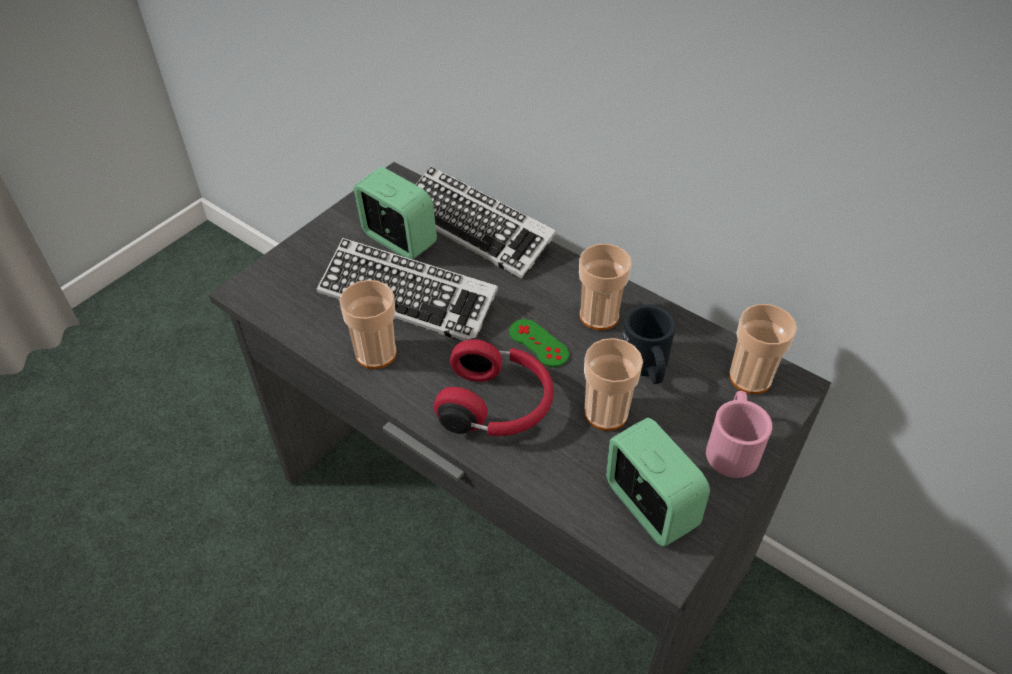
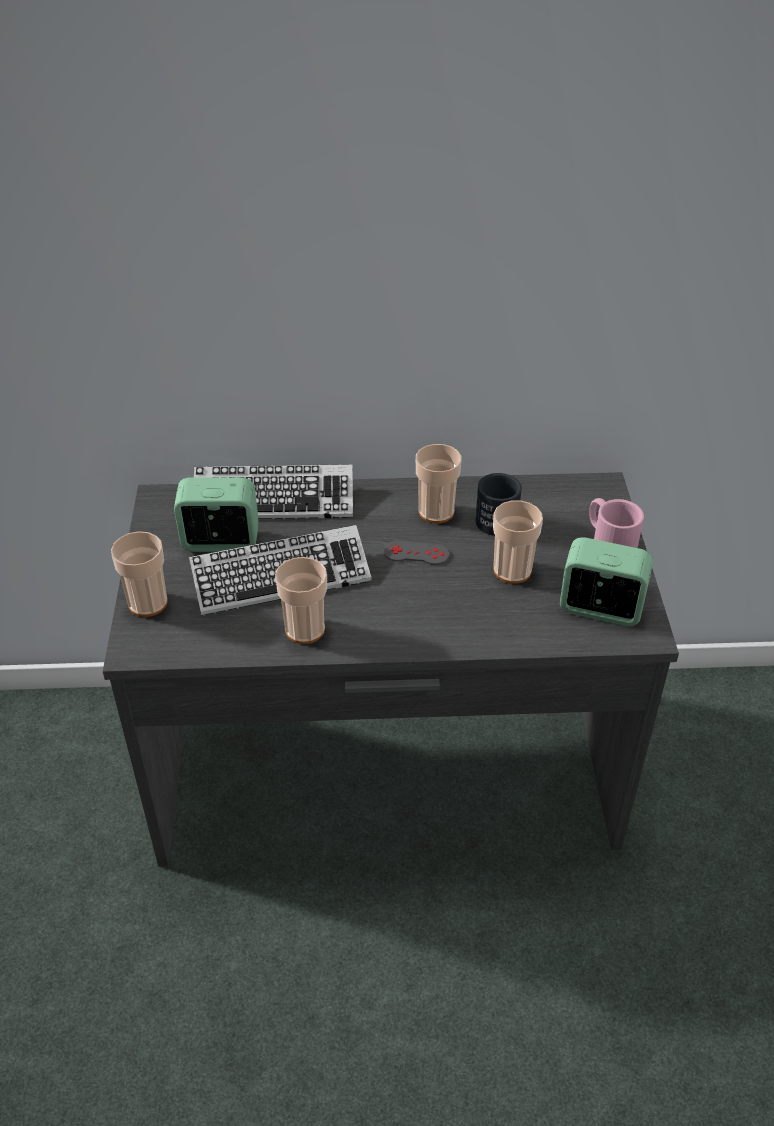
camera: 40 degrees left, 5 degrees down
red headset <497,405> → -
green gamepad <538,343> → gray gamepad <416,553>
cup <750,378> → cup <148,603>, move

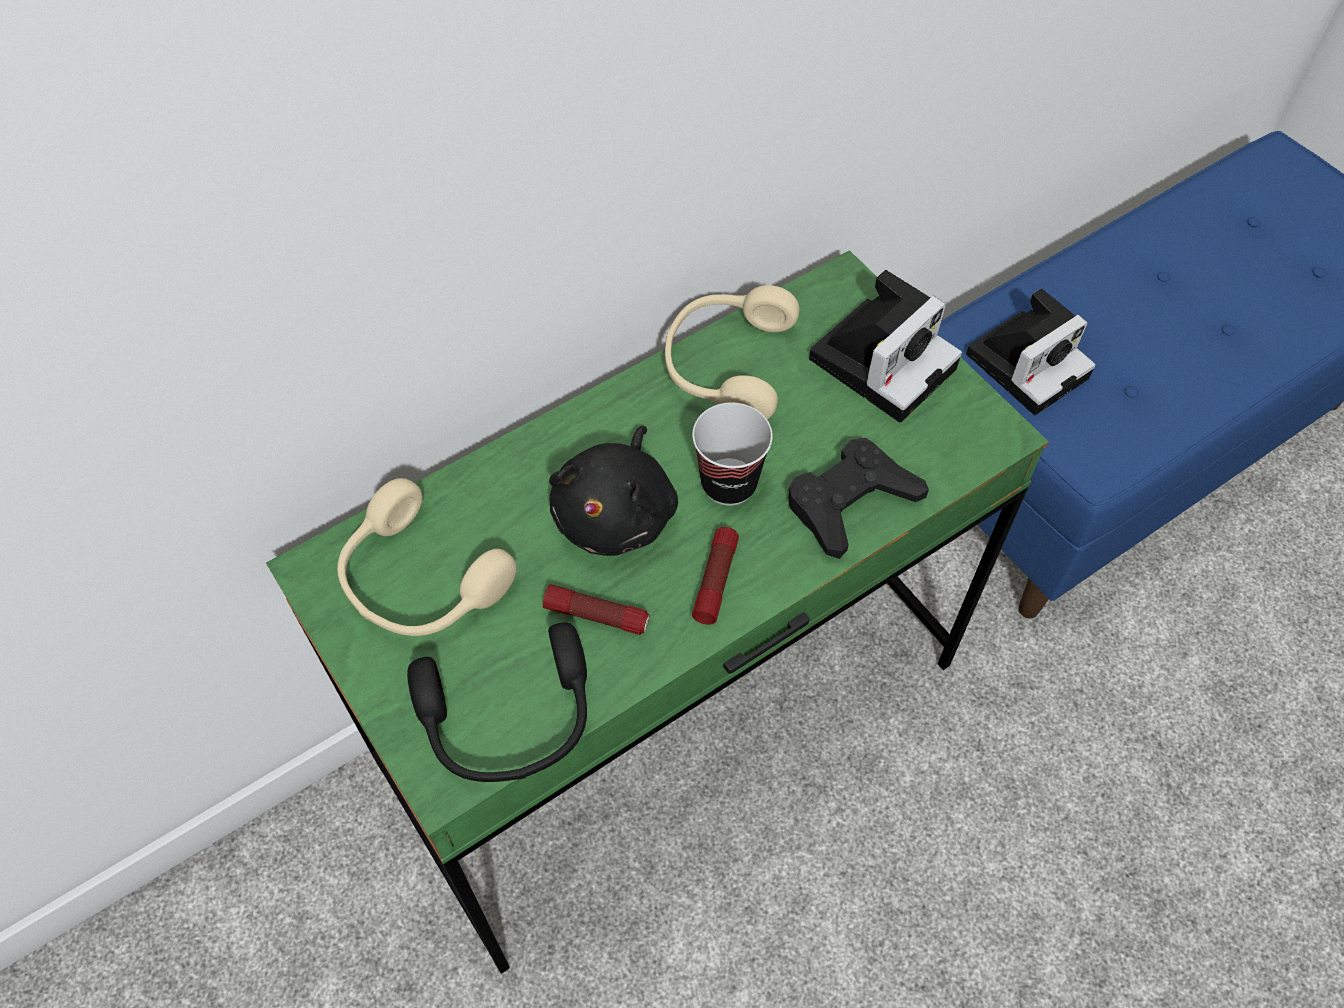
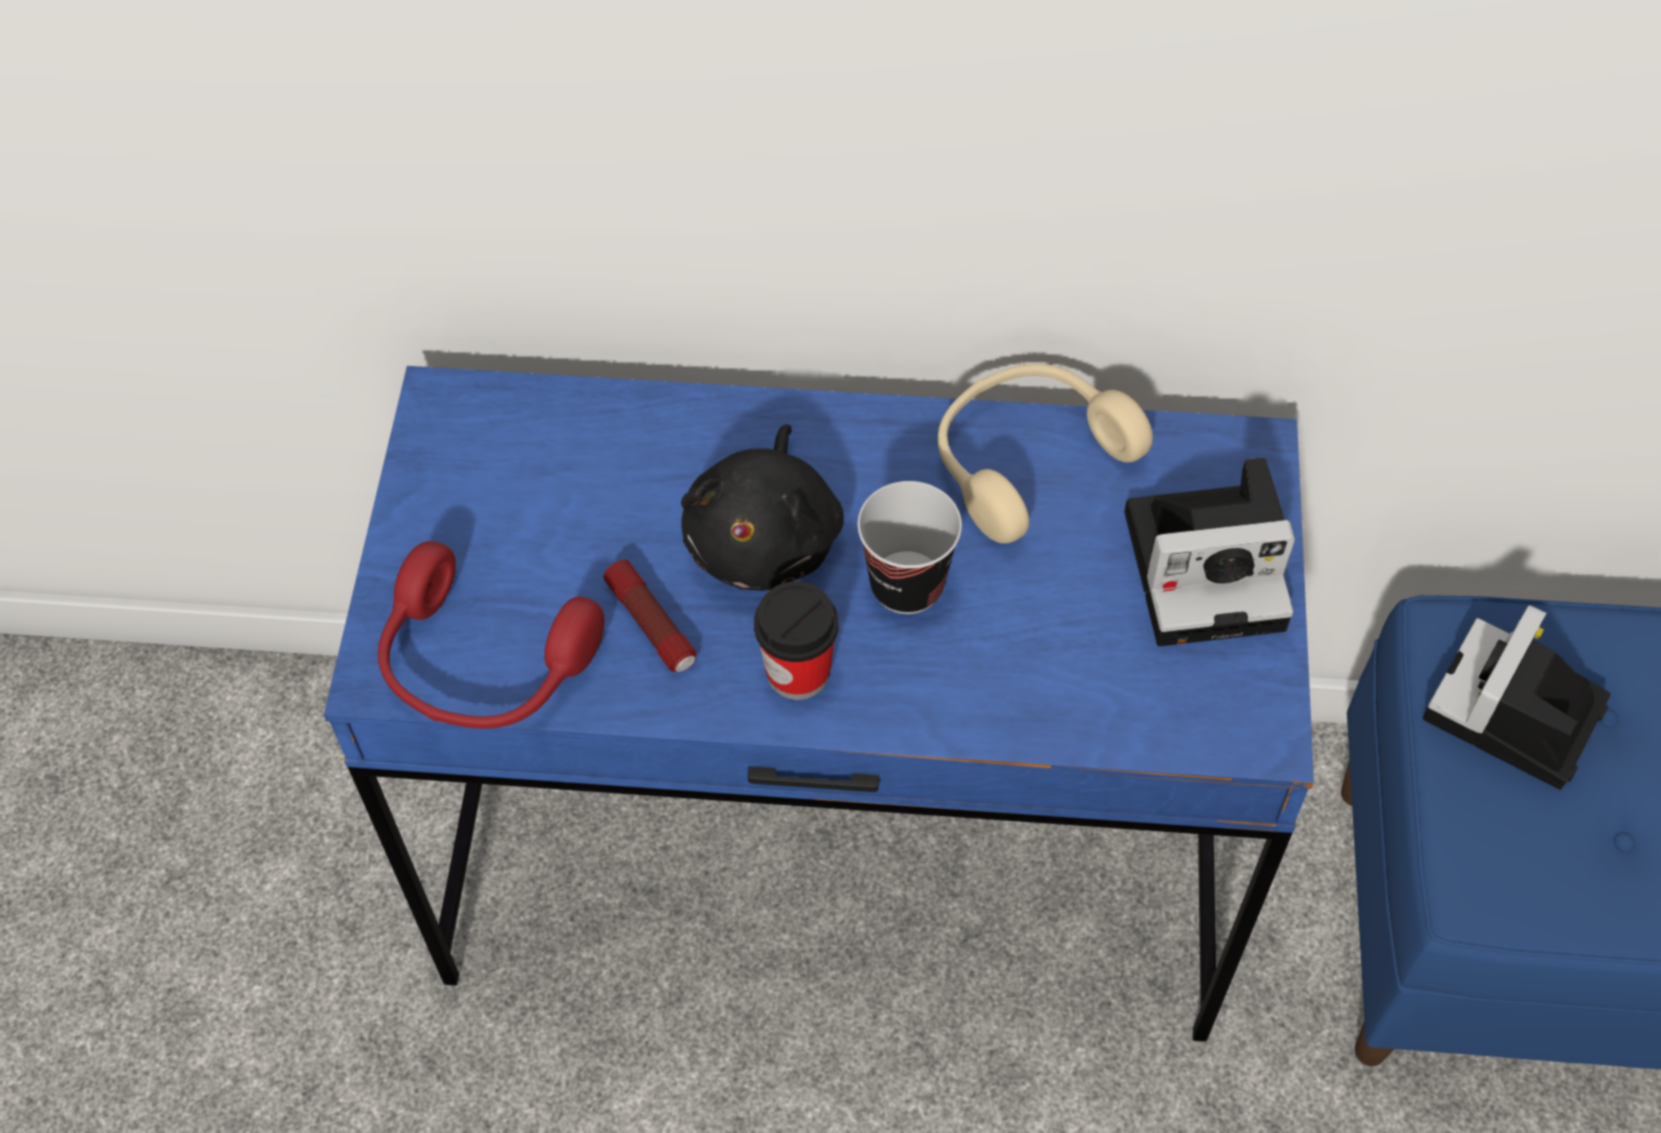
camera: 40 degrees right, 0 degrees up
green desk <671,714> → blue-coloured desk <836,857>
beige-coloured headset <419,582> → -
blackish headset <509,721> → red headset <482,665>
blackish soft toy <617,513> → blackish soft toy <765,538>, 45 degrees counterclockwise
flashlight <715,580> → cup <798,672>
blackish gamepad <850,502> → -
photo camera <1029,362> → photo camera <1513,717>, 120 degrees clockwise

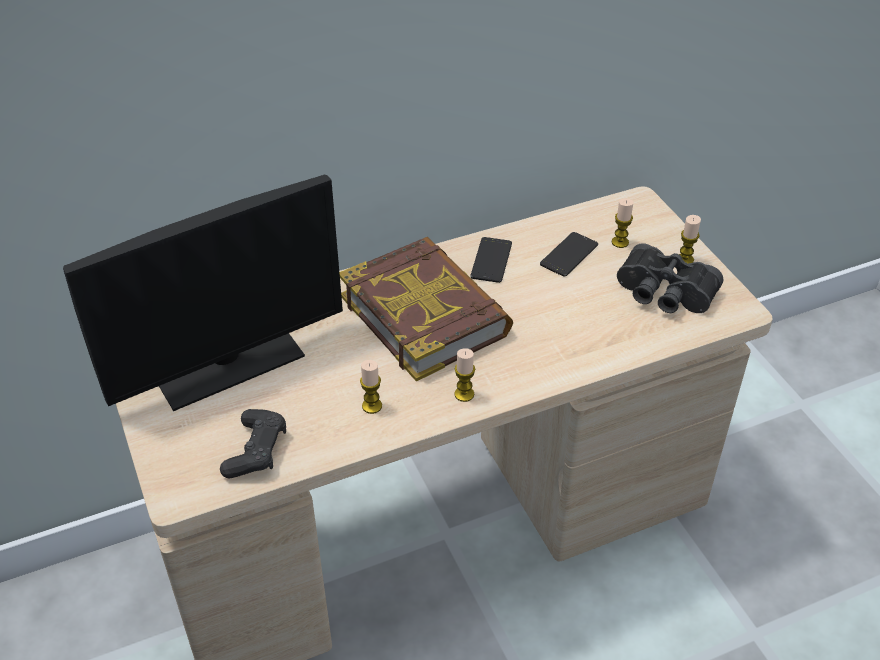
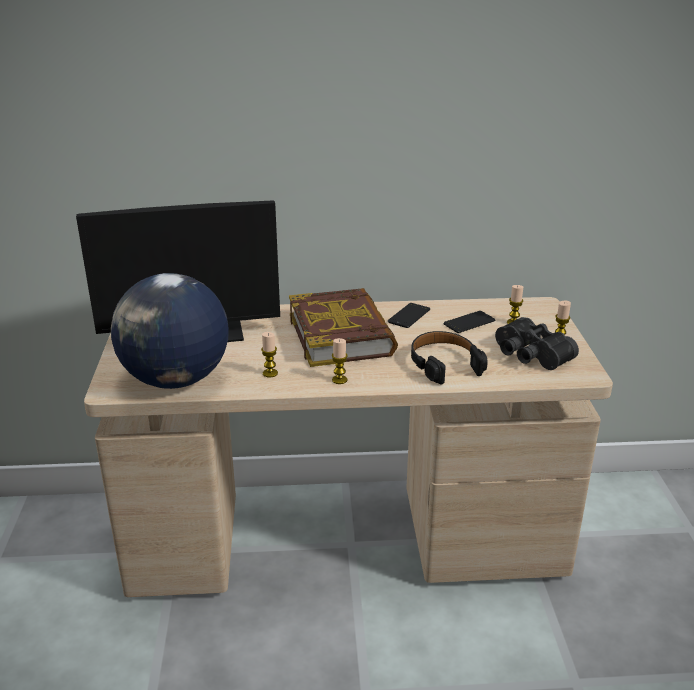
camera: 20 degrees right, 15 degrees down
blackish gamepad <256,451> → globe <176,380>
- → blackish headset <444,364>

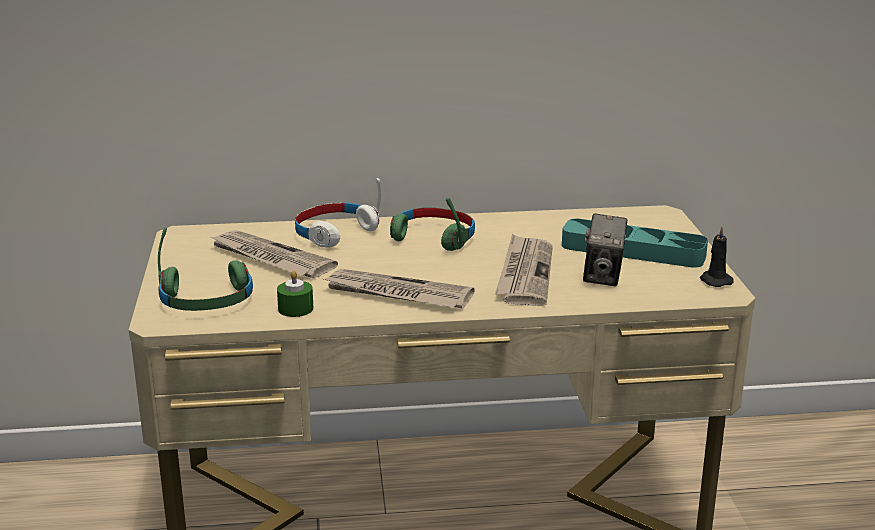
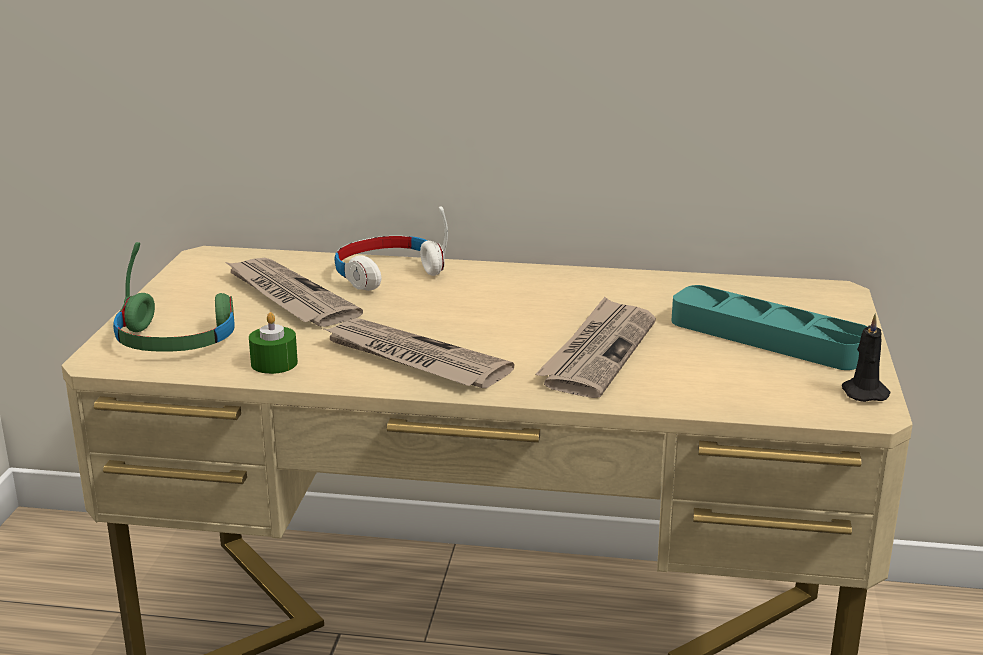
camera: 15 degrees right, 0 degrees up
green headset <434,238> → -
photo camera <603,276> → -

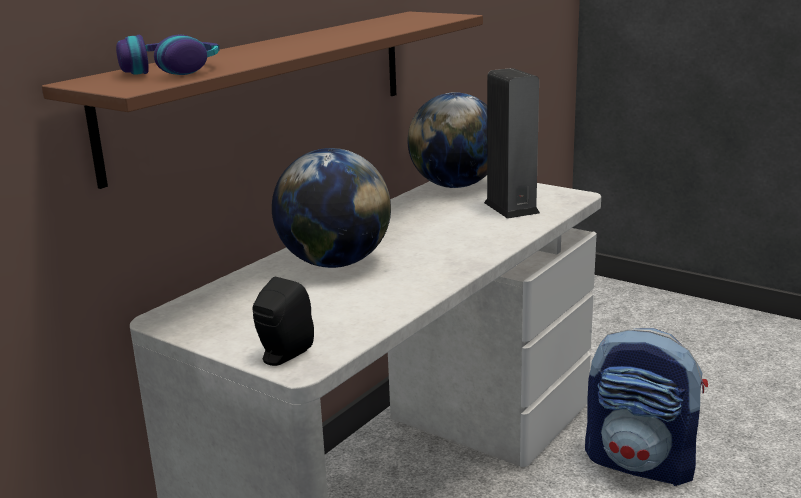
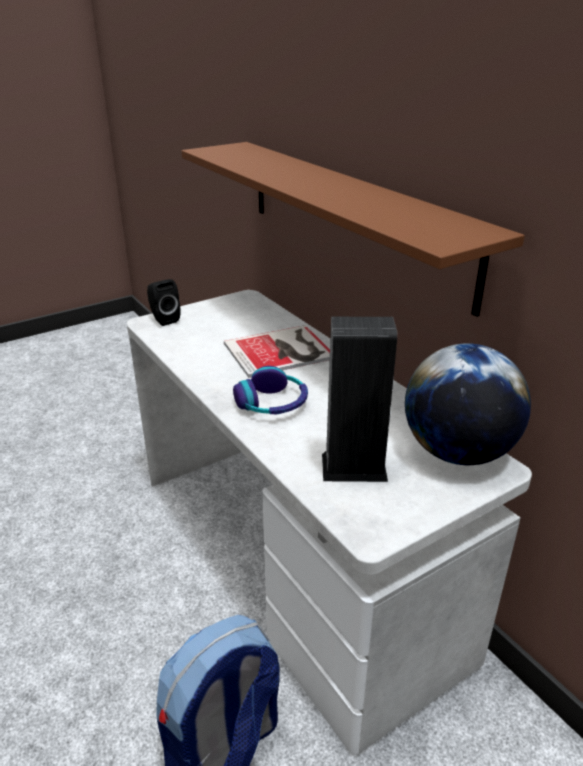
camera: 110 degrees right, 10 degrees up
headset <172,70> → headset <272,403>, move
globe <335,263> → bound book <282,351>

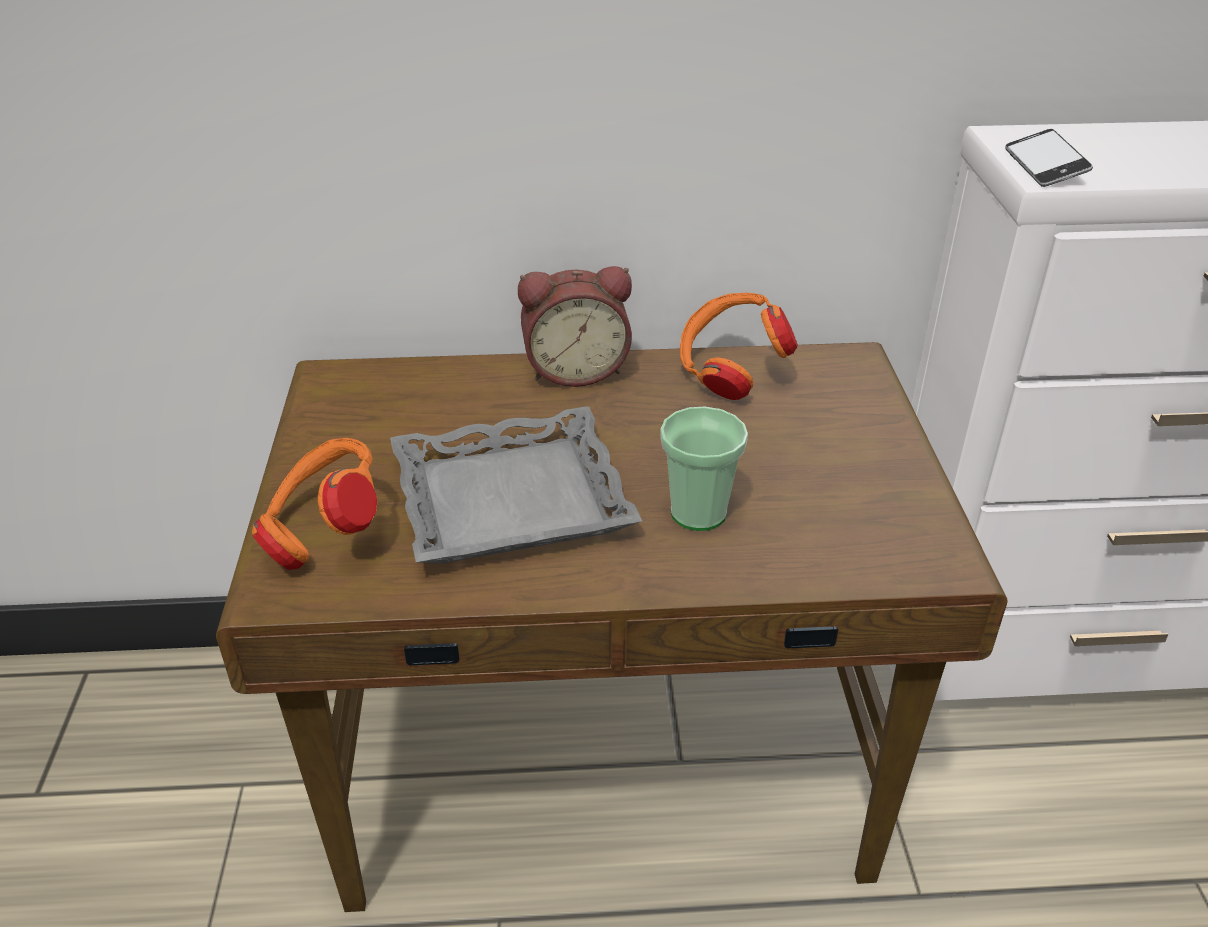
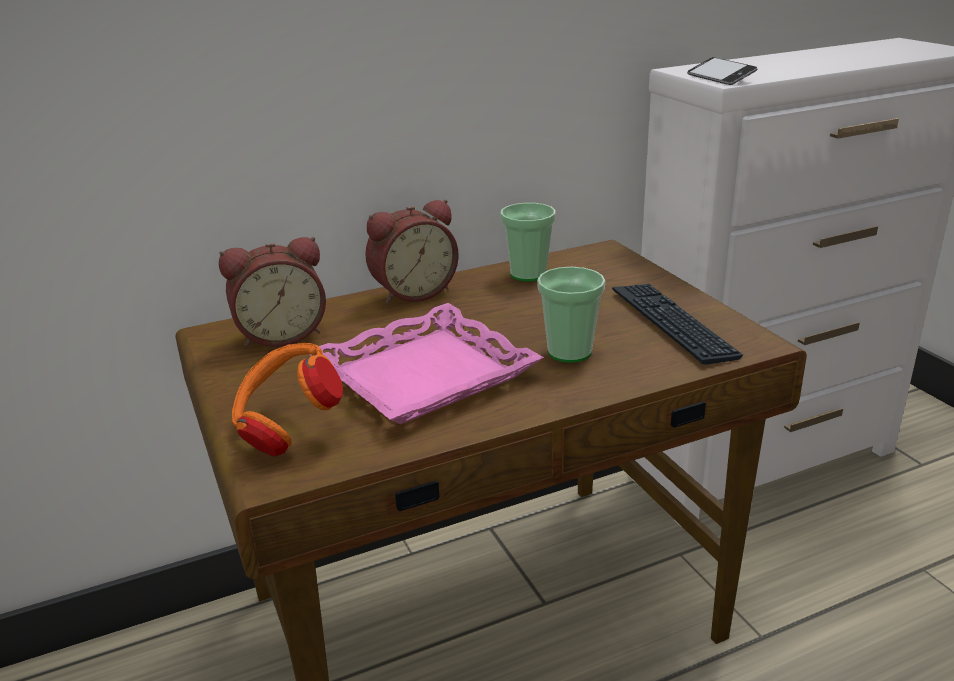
camera: 20 degrees left, 10 degrees down
gray serving tray <511,501> → pink-coloured serving tray <425,376>
orange headset <729,375> → cup <528,274>
- → alarm clock <281,334>
- → keyboard <672,323>

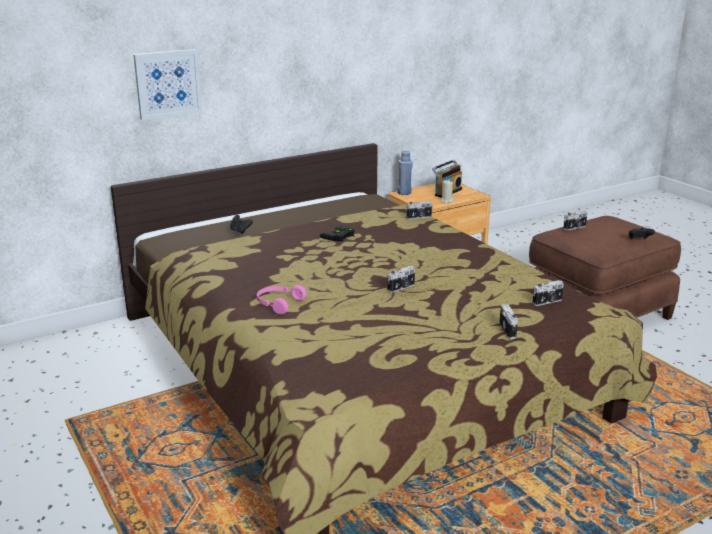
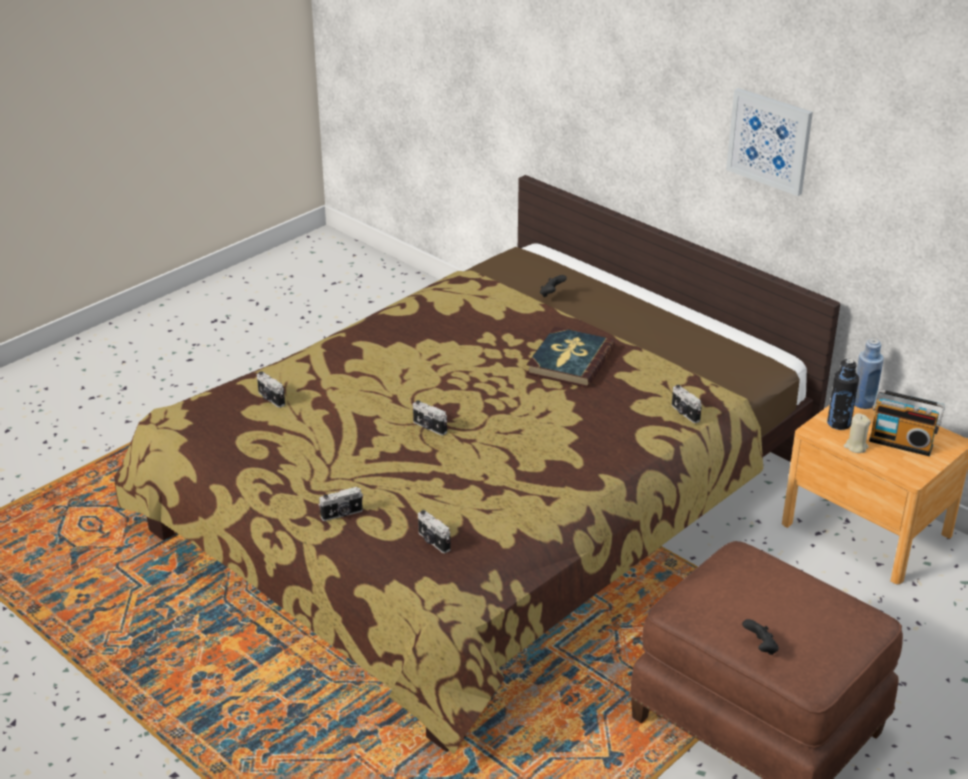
camera: 75 degrees right, 10 degrees up
wall picture <168,83> → wall picture <770,140>, move
pink-coloured headset <278,304> → -
blackish gamepad <338,236> → bound book <570,361>
photo camera <575,228> → photo camera <270,399>, move
- → blackish drink bottle <839,423>

